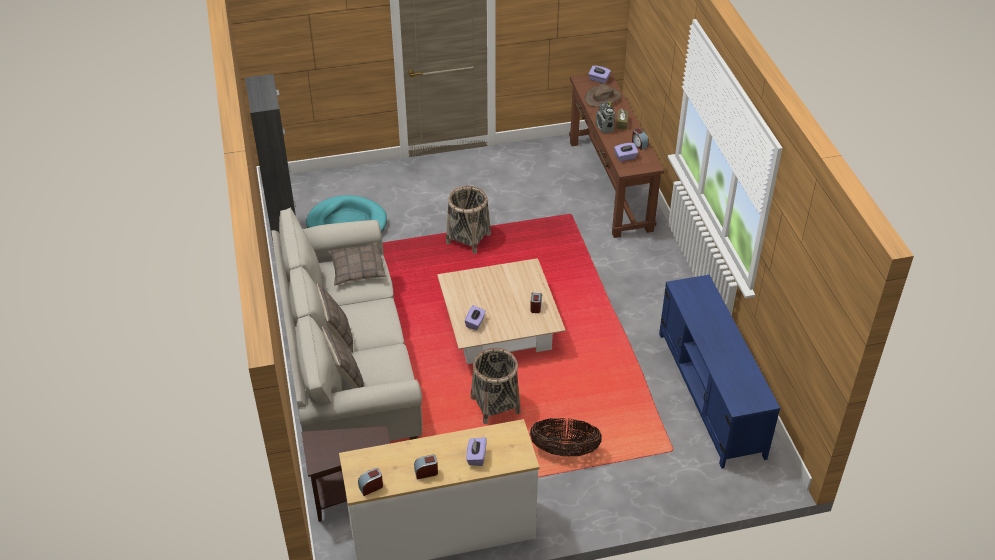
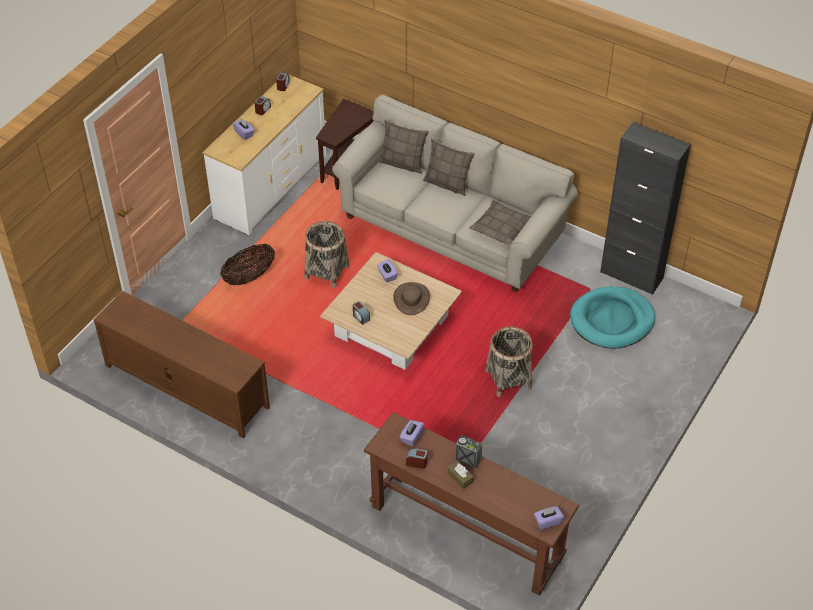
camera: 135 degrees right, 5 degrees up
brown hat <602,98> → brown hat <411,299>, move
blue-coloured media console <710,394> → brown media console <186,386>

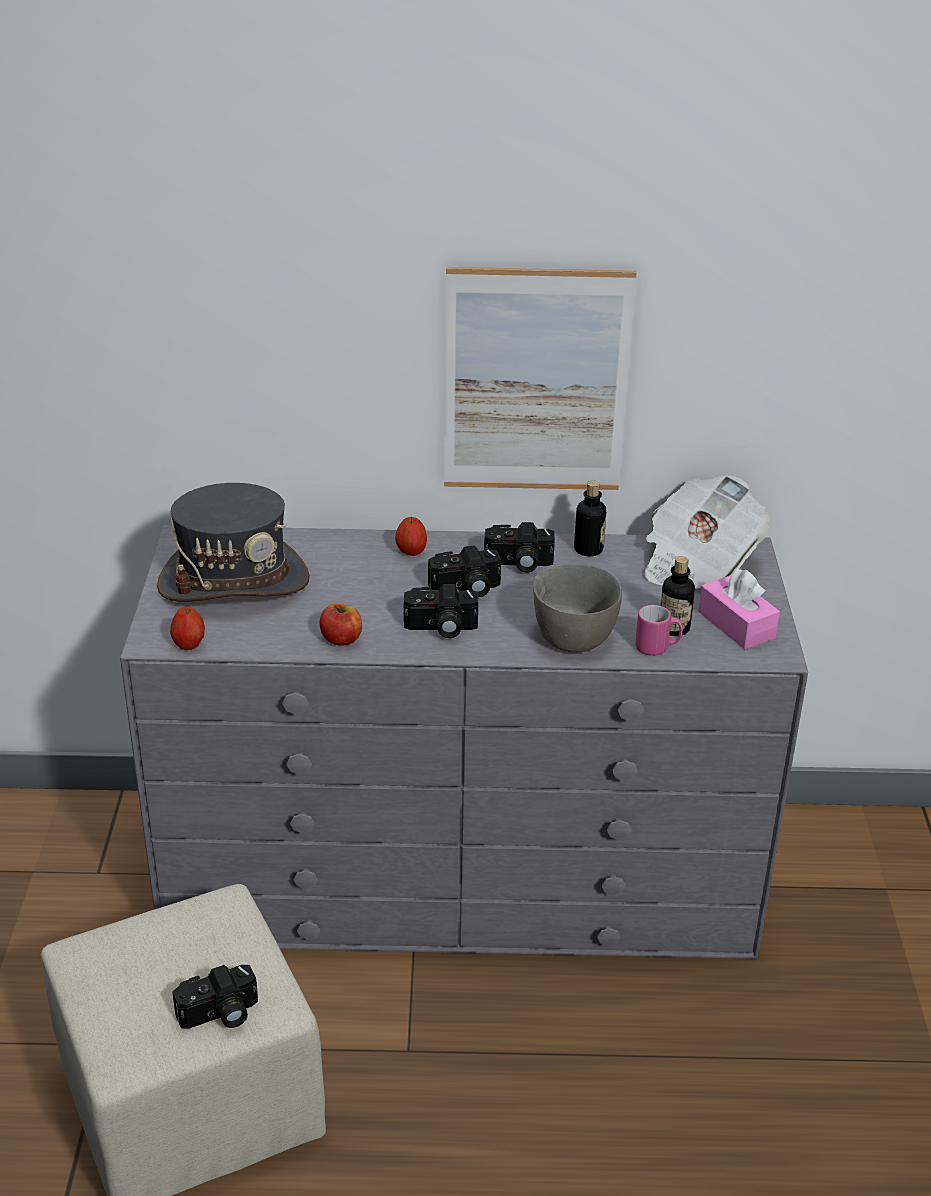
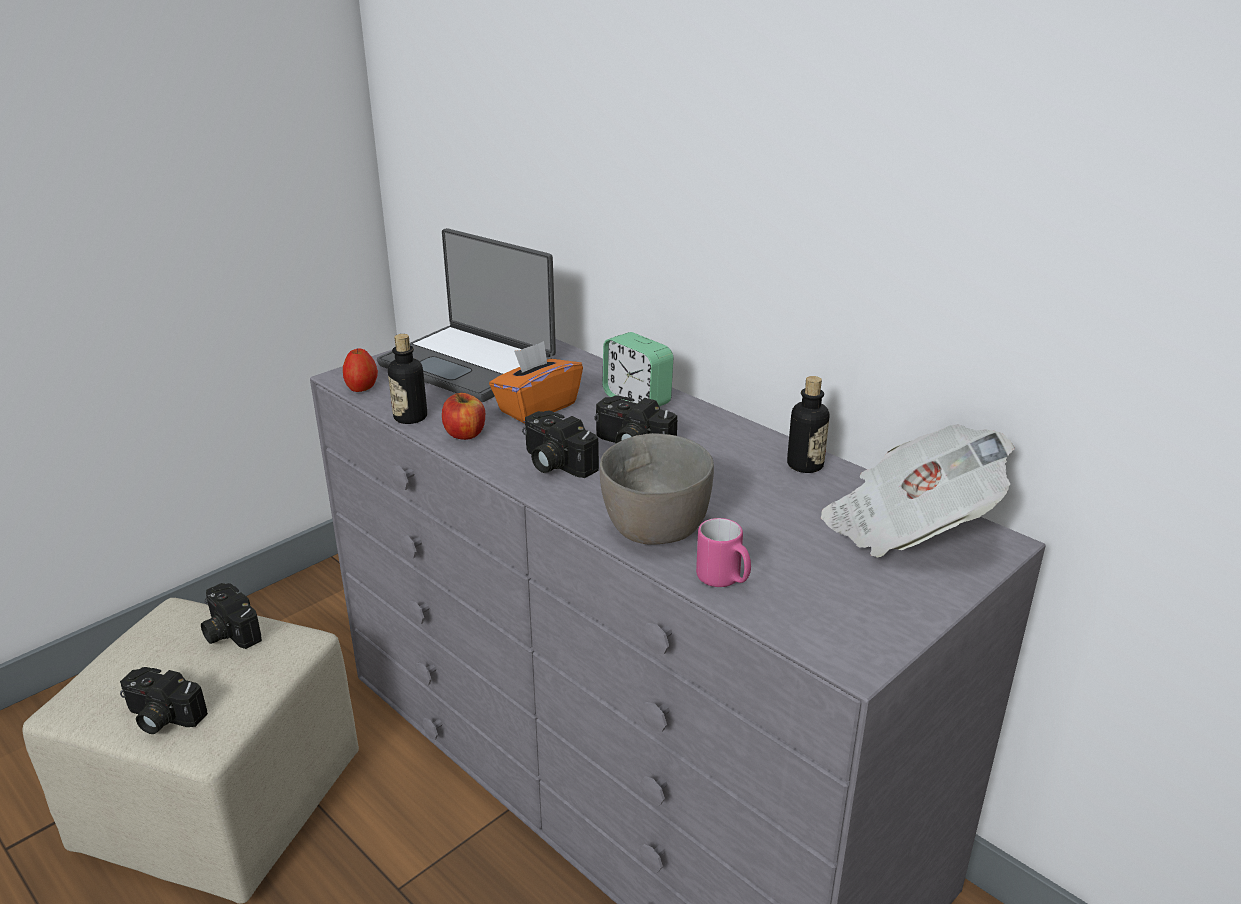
camera: 45 degrees right, 5 degrees down
gray hat <234,582> → portable computer <469,364>
apple fruit <411,552> → alarm clock <637,400>
wall picture <535,382> → -
photo camera <518,564> → photo camera <227,631>, move
drink bottle <674,628> → drink bottle <410,417>, move
pink-coloured box of tissues <736,625> → -
- → orange box of tissues <537,407>

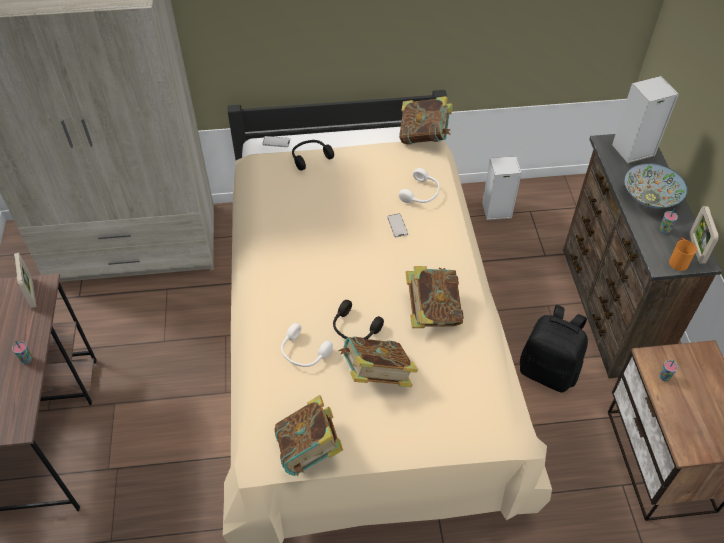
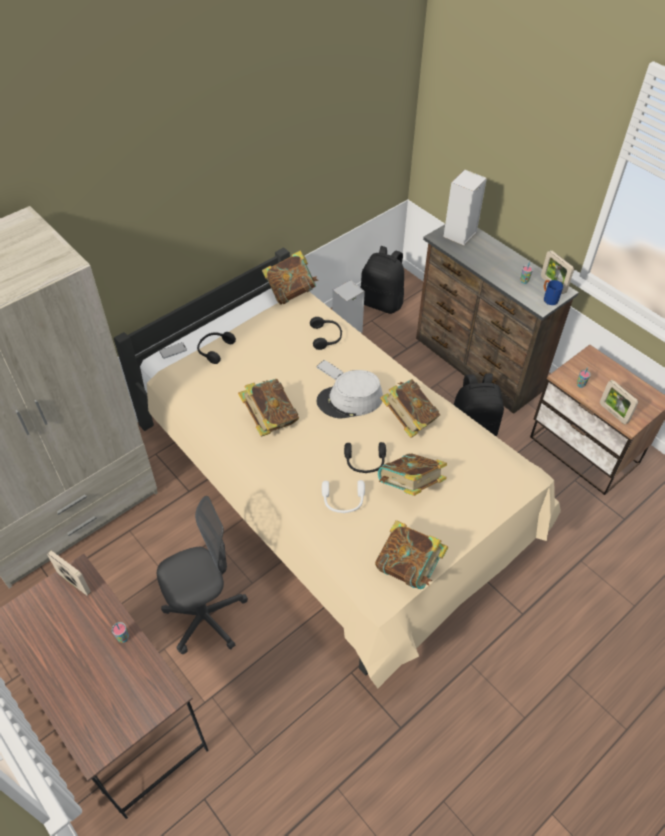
camera: 35 degrees left, 0 degrees up
white headset <421,193> → blackish headset <326,337>
serving bowl <650,197> → -
orange coffee mug <677,261> → blue-coloured coffee mug <548,298>
- → gray office chair <206,617>
- → bound book <270,419>
- → gray hat <350,400>
- → blackish knapsack <382,302>
- → standing frame <613,413>

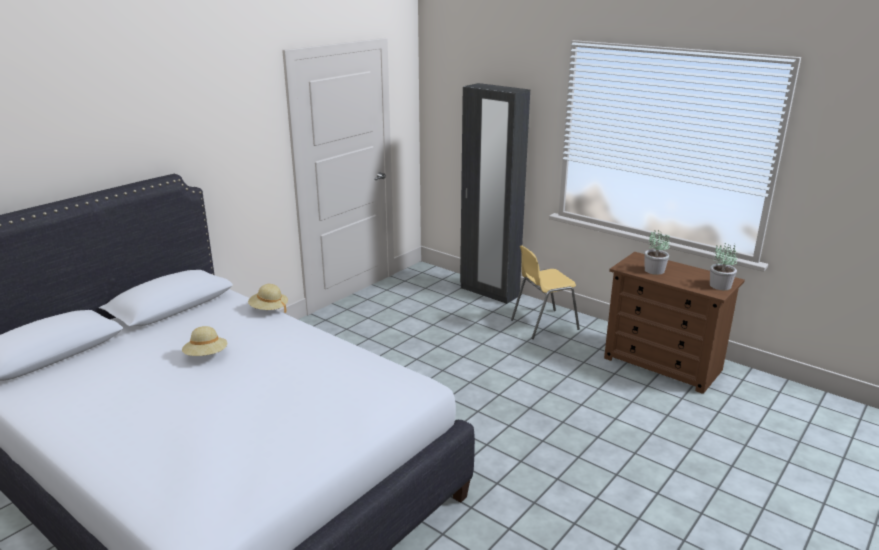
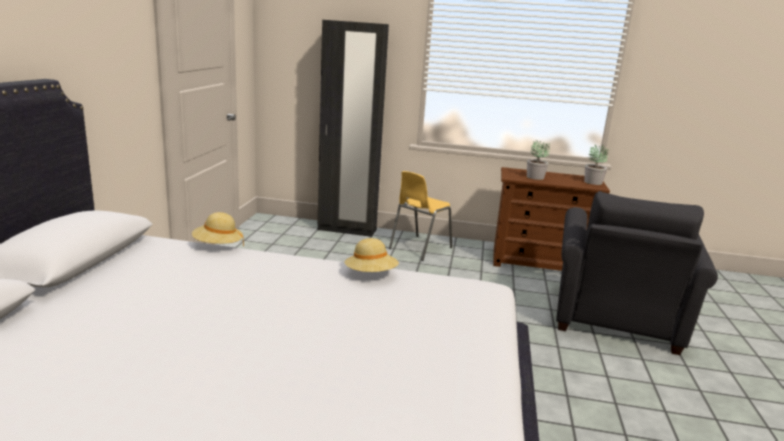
camera: 30 degrees left, 5 degrees down
beige-coloured hat <206,356> → beige-coloured hat <371,274>, move
- → gray lounge chair <614,322>

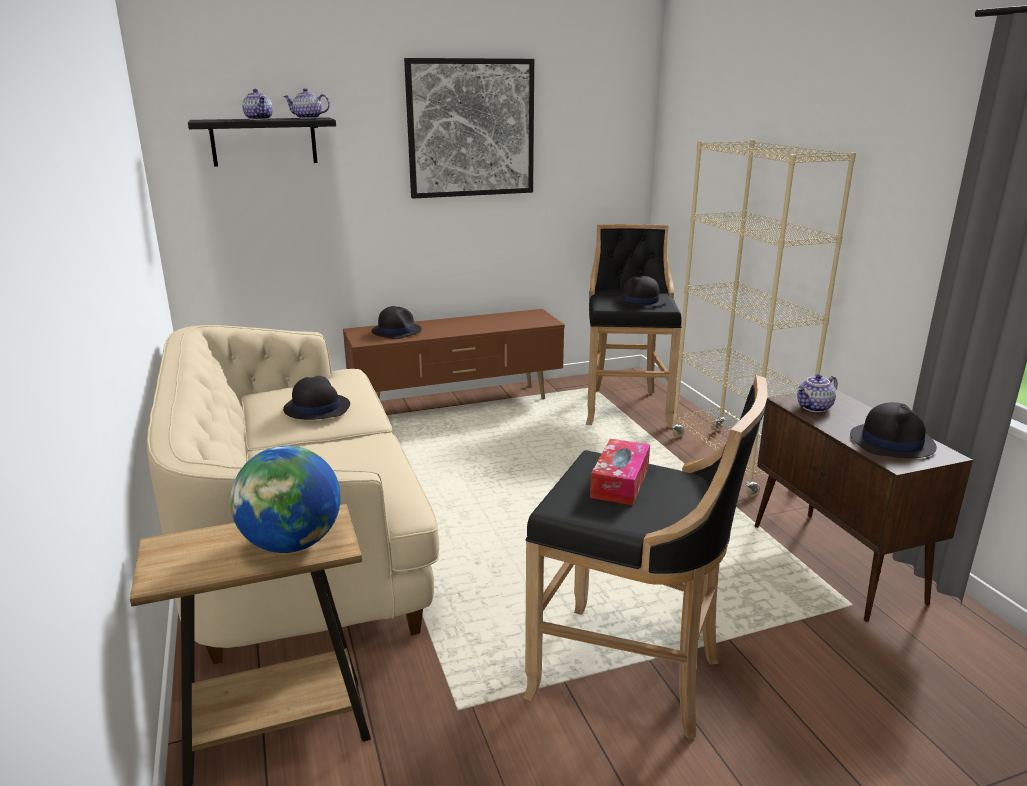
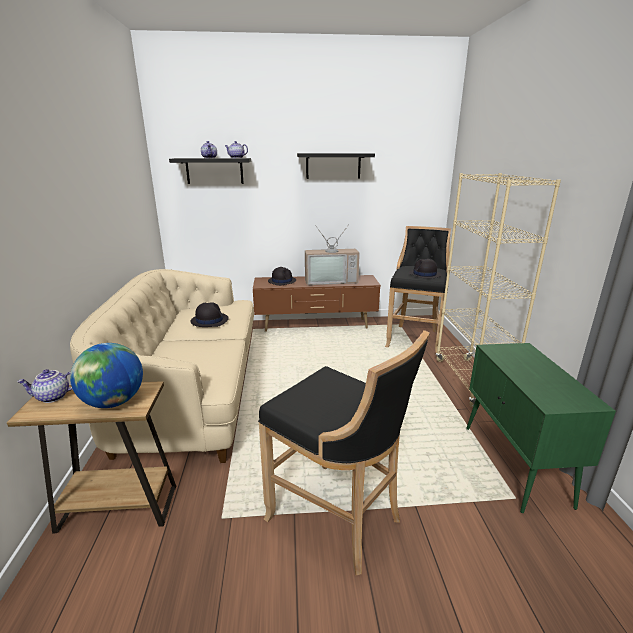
camera: 15 degrees right, 0 degrees up
wall picture <471,128> → blackish wall shelf <333,166>
box of tissues <620,482> → -
brown cabinet <836,564> → green cabinet <515,465>
teapot <814,408> → teapot <52,397>, move
blackish hat <892,442> → -
- → television <331,280>

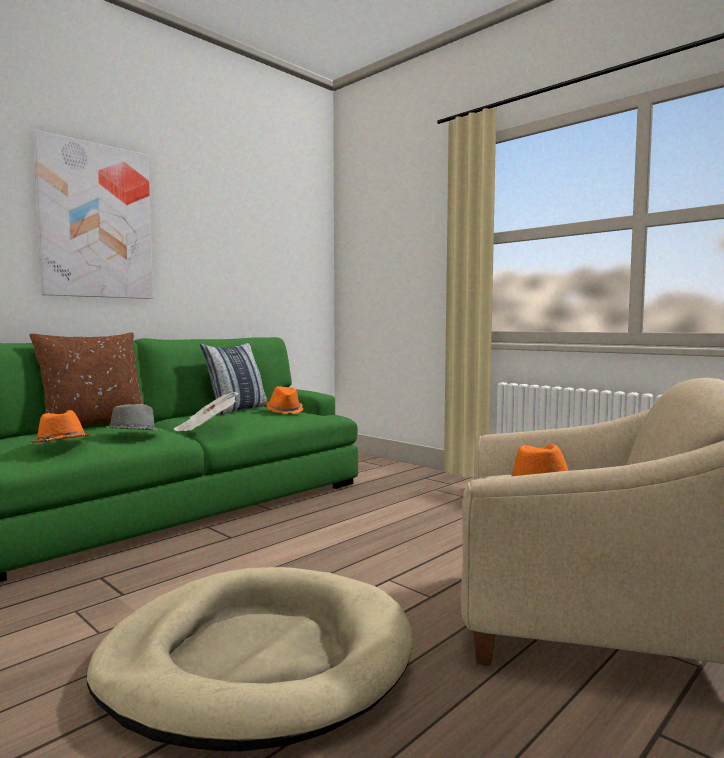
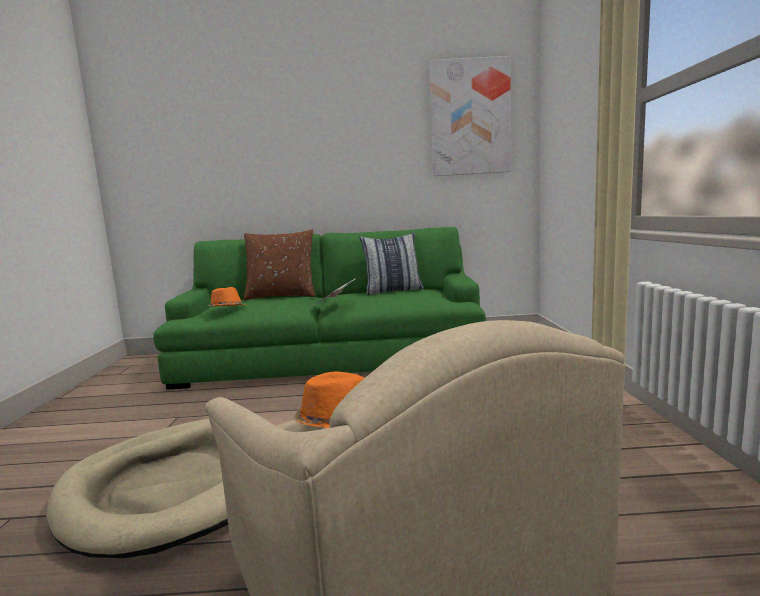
camera: 45 degrees right, 5 degrees up
wall picture <96,221> → wall picture <470,118>, move
gray hat <133,434> → -
orange hat <285,411> → -

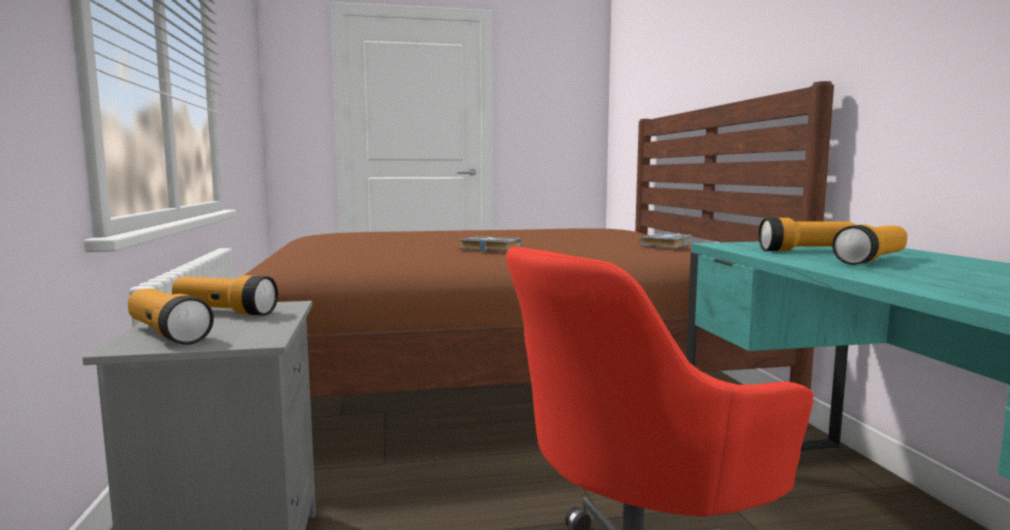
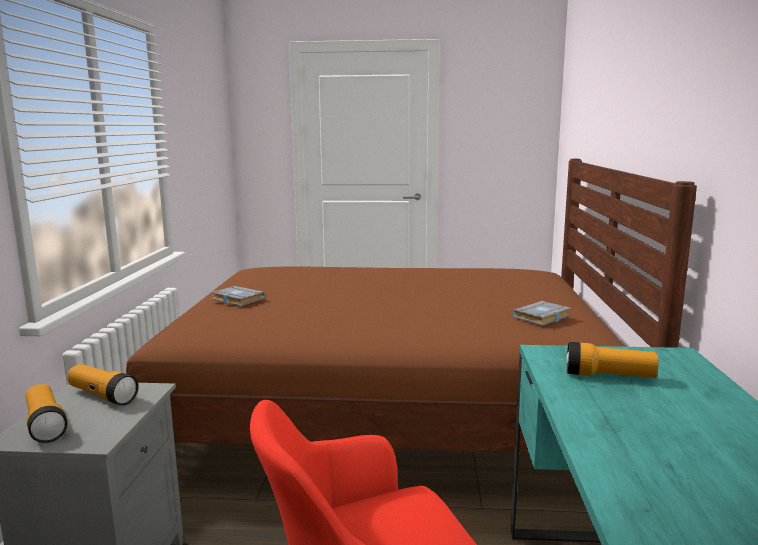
camera: 15 degrees right, 5 degrees up
gray bound book <488,249> → gray bound book <236,300>, move
flashlight <871,260> → -

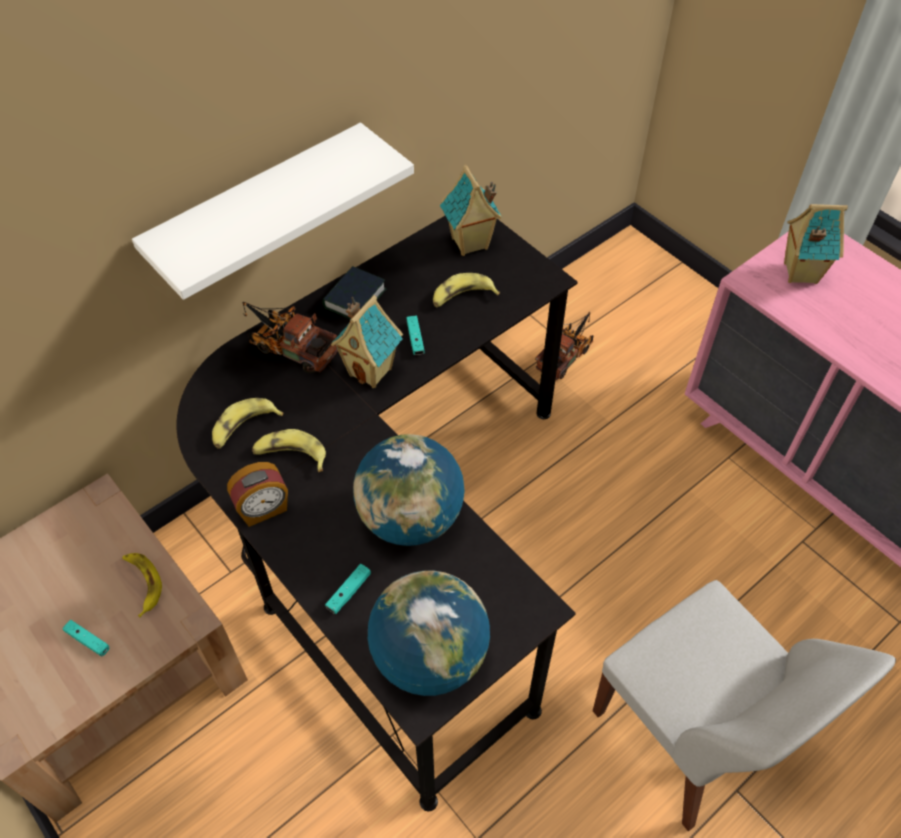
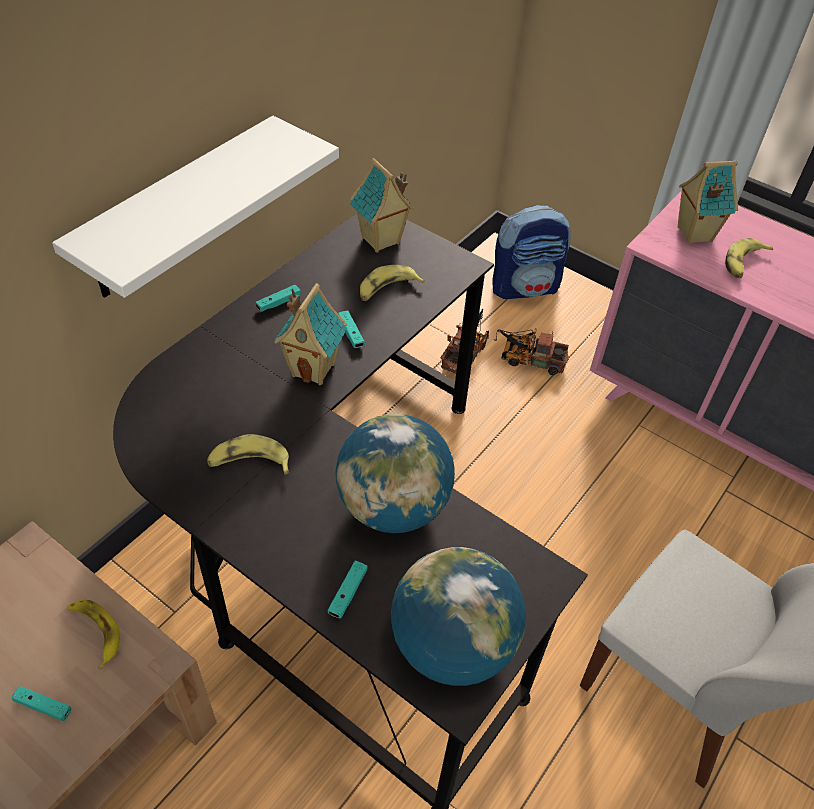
camera: 15 degrees left, 5 degrees down
banana <244,428> → banana <743,263>, move
alarm clock <263,509> → -
toy truck <289,347> → toy truck <528,359>, move
bound book <354,298> → turquoise gamepad <278,303>
- → knapsack <525,287>

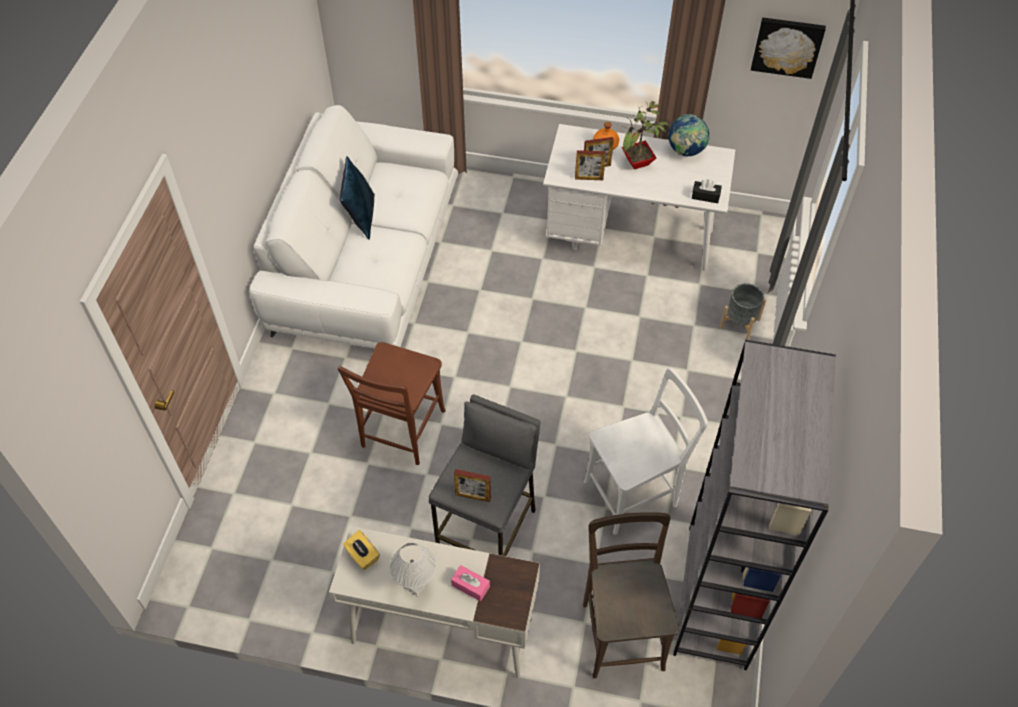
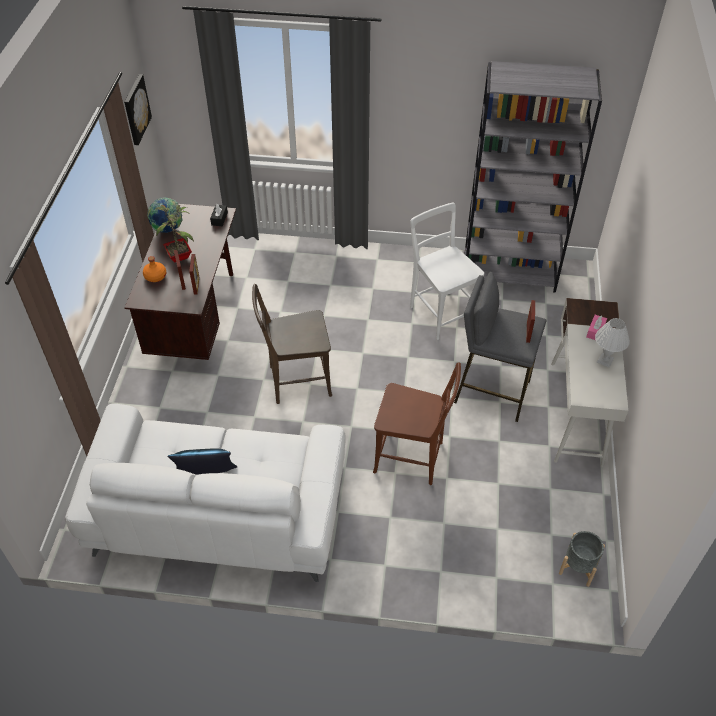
camera: 95 degrees left, 5 degrees down
yellow box of tissues <362,556> → -
white desk <631,237> → brown desk <195,318>
brown plain chair <622,630> → brown plain chair <296,381>, move
gray planter <739,323> → gray planter <578,567>, move

